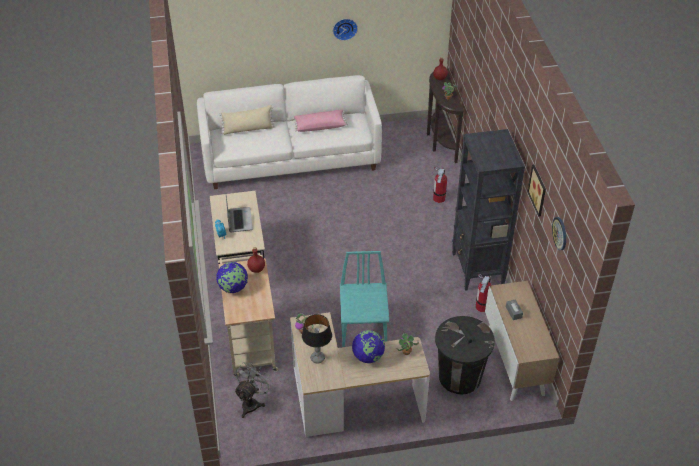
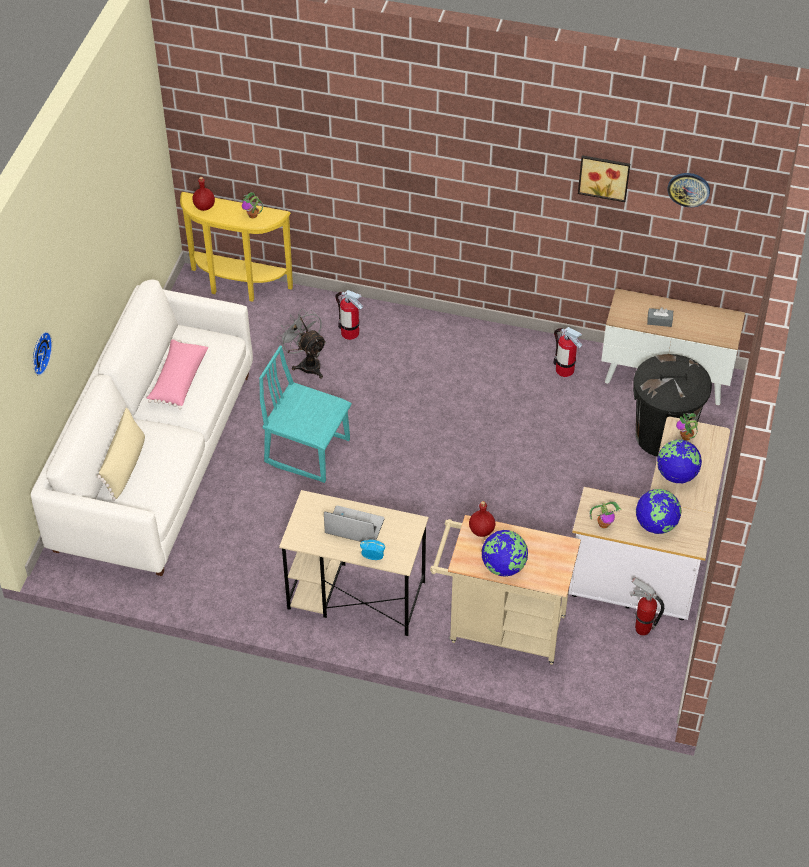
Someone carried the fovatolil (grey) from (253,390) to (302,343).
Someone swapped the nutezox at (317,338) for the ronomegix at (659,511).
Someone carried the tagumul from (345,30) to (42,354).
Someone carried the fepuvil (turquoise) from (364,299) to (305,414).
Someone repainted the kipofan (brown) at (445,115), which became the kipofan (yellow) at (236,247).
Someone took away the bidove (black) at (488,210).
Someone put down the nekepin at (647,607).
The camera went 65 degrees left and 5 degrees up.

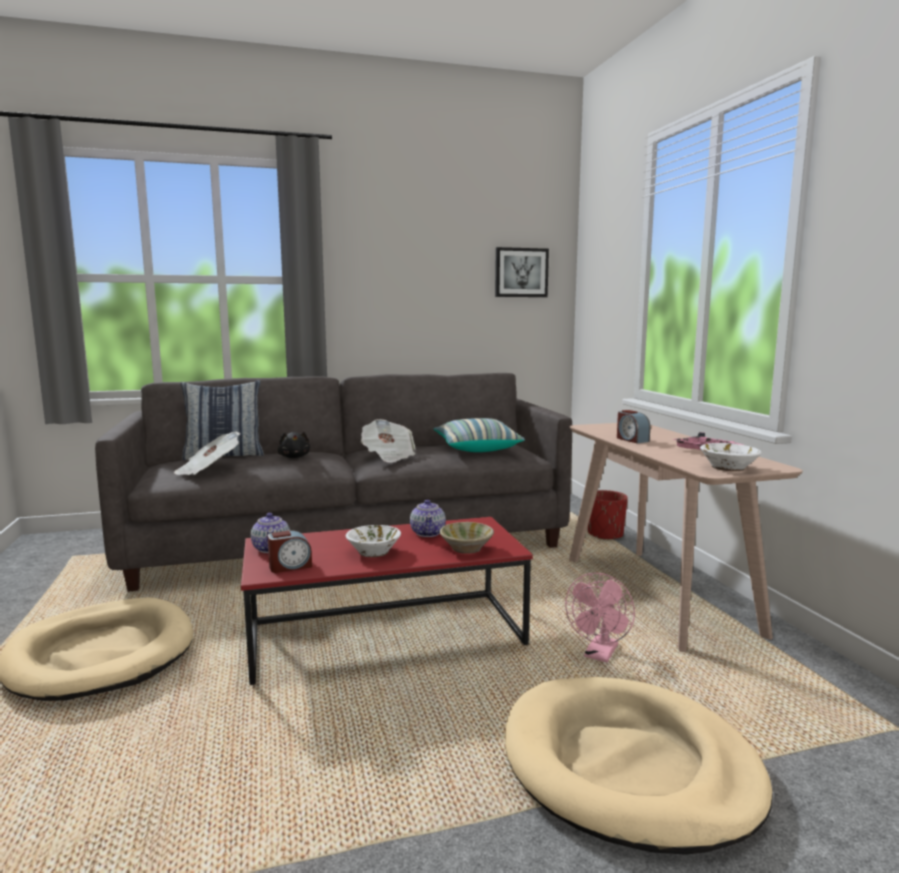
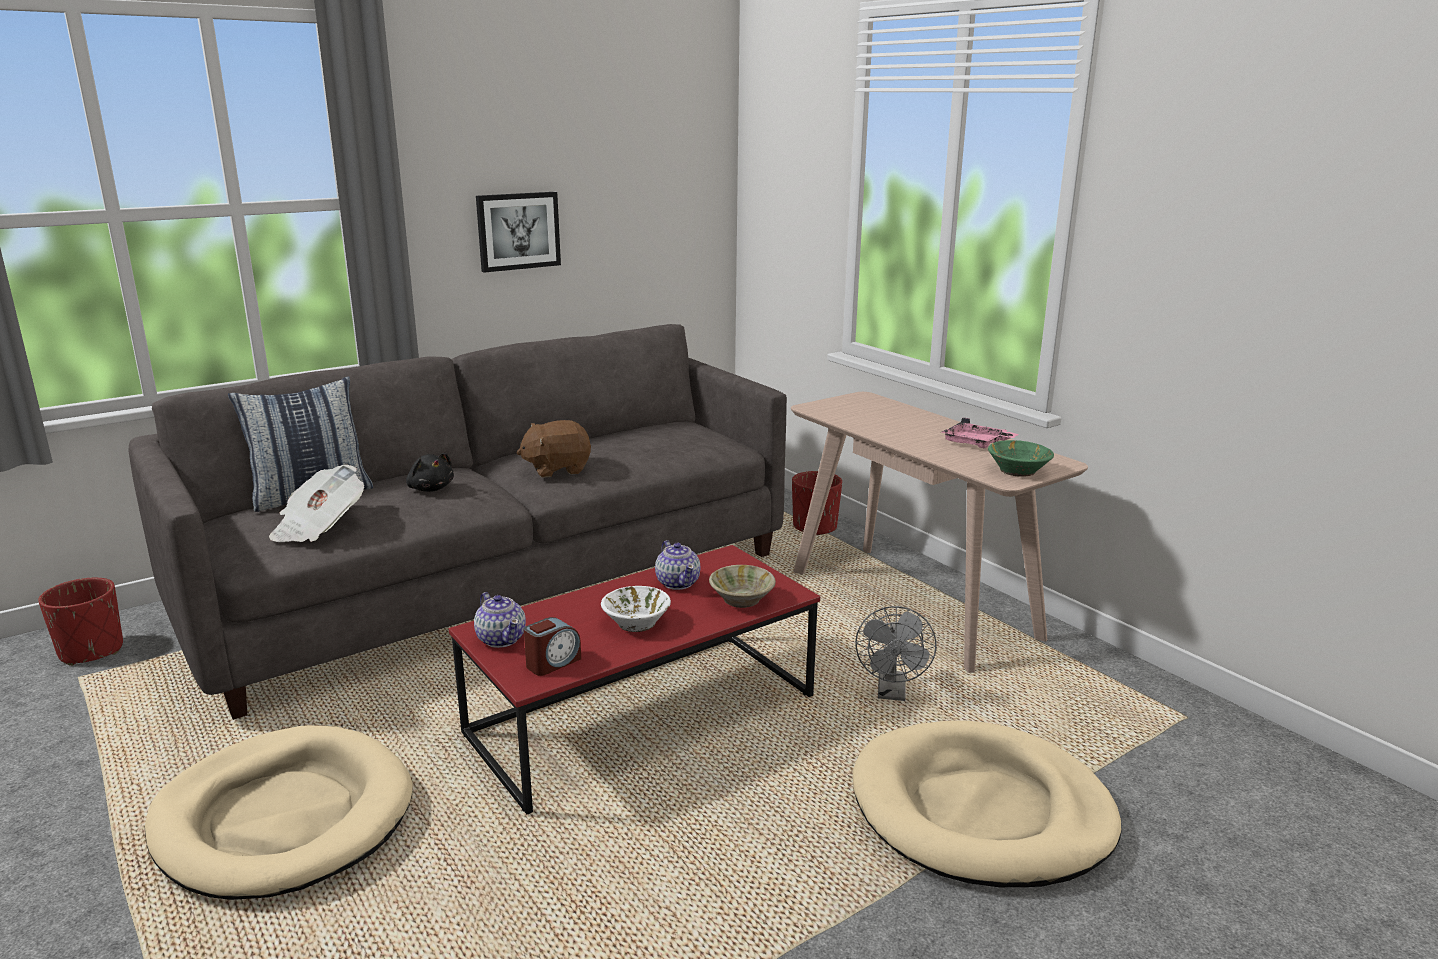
Someone swapped the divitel at (388,441) for the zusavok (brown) at (554,449).
Someone took away the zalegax at (479,435).
Someone carried the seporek from (522,272) to (518,232).
Someone repainted the fovatolil (pink) at (600,618), which became the fovatolil (grey) at (896,653).
Someone took away the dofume at (633,426).
Someone repainted the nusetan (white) at (731,457), which became the nusetan (green) at (1021,458).
Someone put down the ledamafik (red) at (80,621).
The camera went 20 degrees left and 10 degrees up.

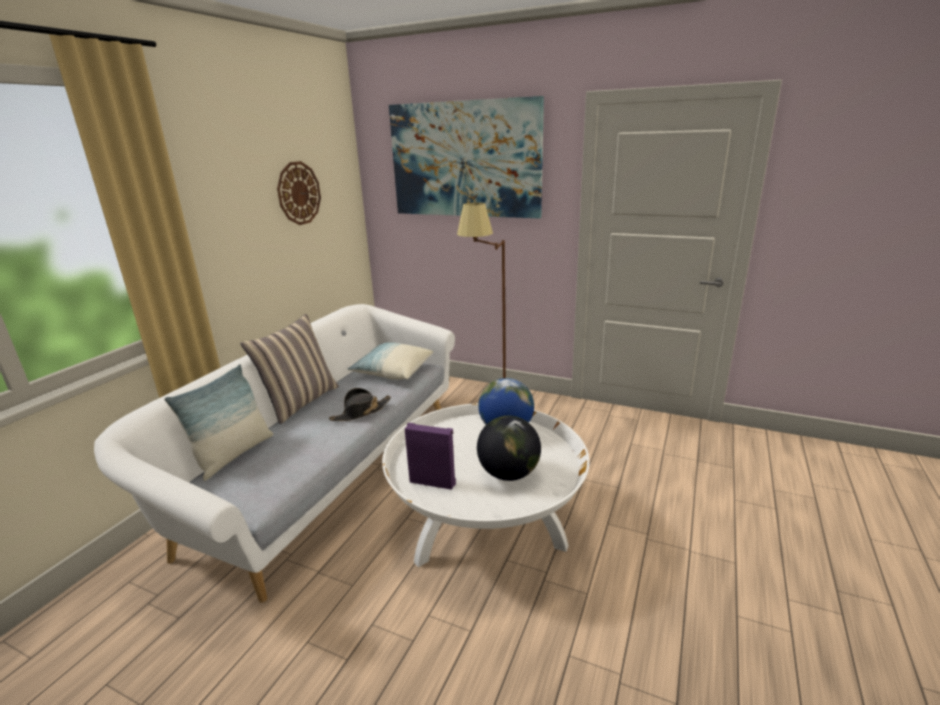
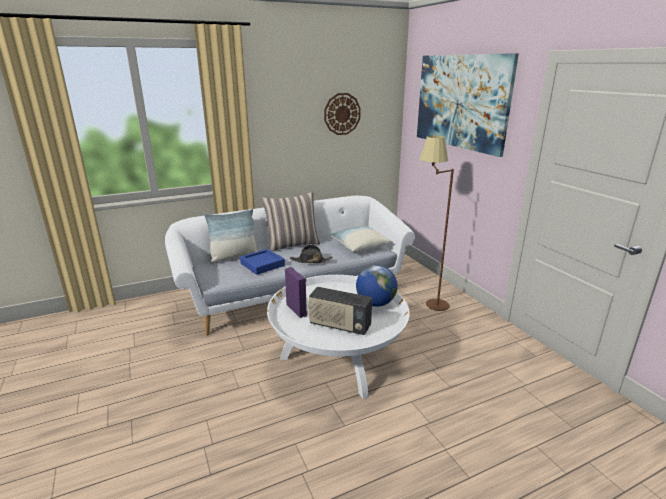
Someone swapped the ronomegix at (509,448) for the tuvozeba at (340,311).
Someone put down the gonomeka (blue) at (262,262).
The camera went 40 degrees right and 0 degrees up.

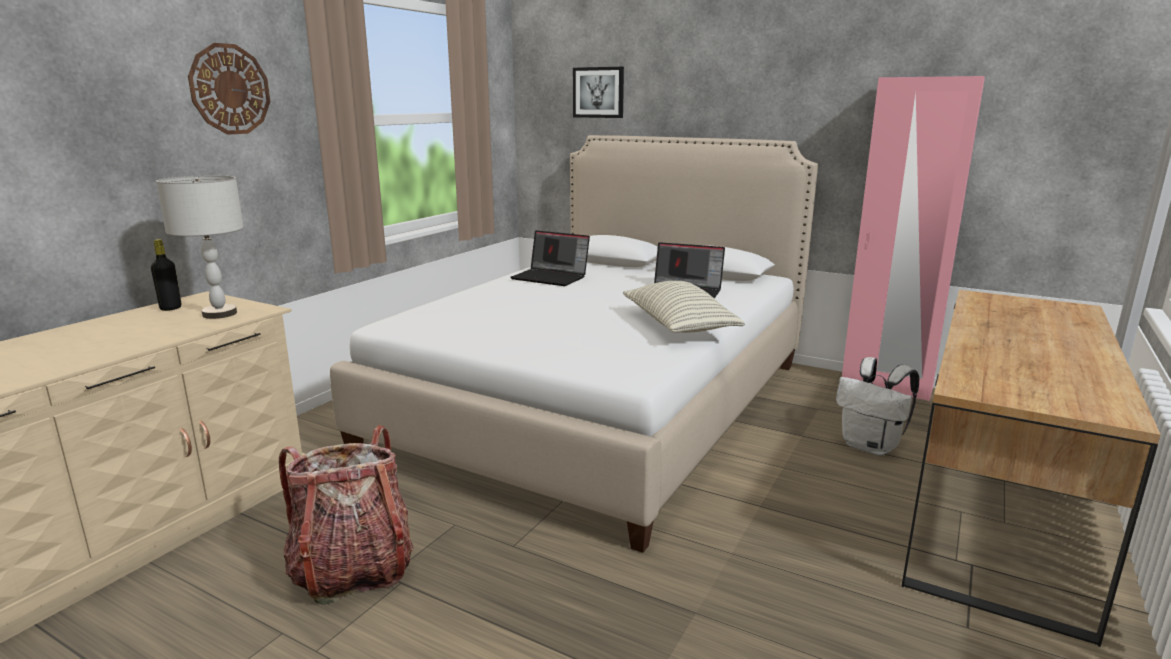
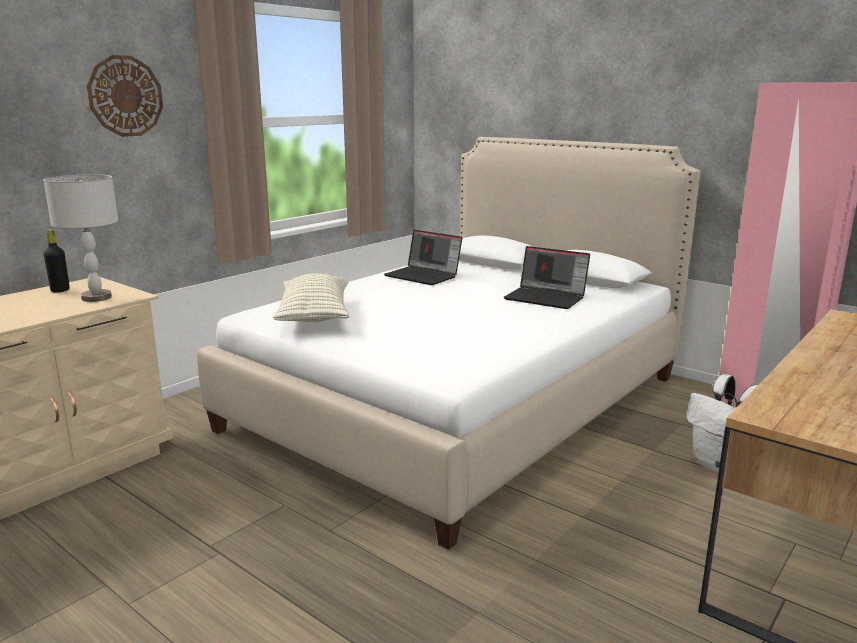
Someone took away the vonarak at (346,515).
Someone took away the seporek at (598,92).
Someone carried the zalegax from (684,307) to (311,297).
The camera went 10 degrees right and 0 degrees up.

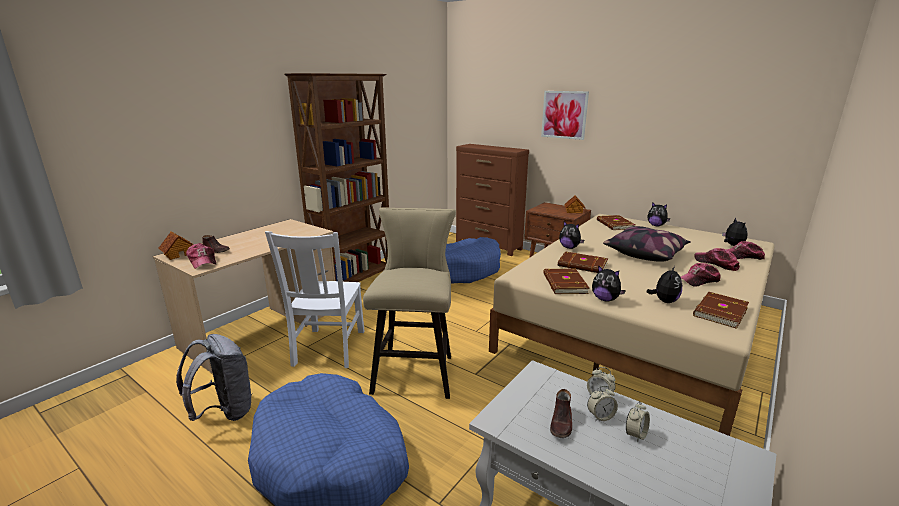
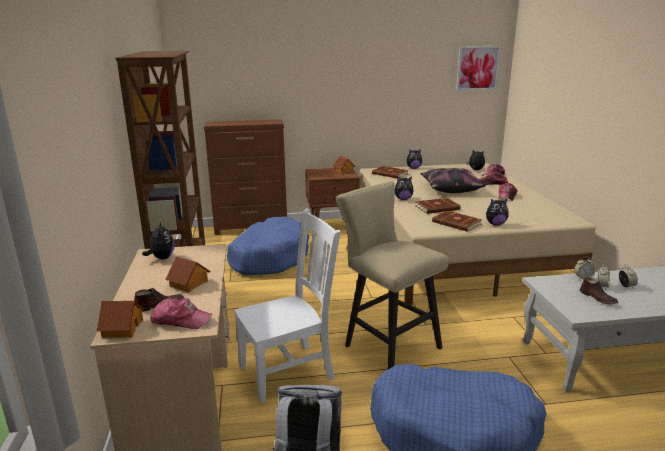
Someone rotated the fepuvil (white) at (314,299) by 75 degrees counterclockwise.
Someone carried the seporek from (565,115) to (478,68).
Someone carried the zusavok from (664,284) to (158,240).
Someone took away the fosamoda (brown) at (721,310).
Someone put down the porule at (188,274).
The camera went 45 degrees left and 0 degrees up.

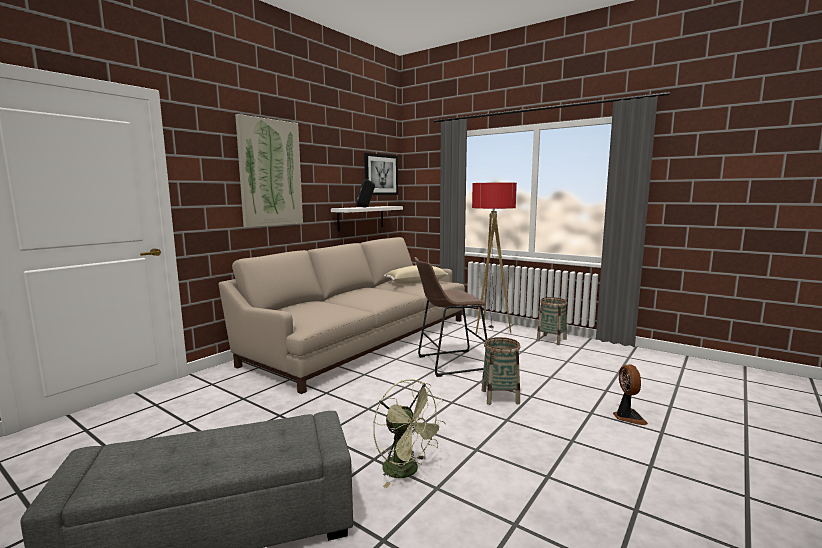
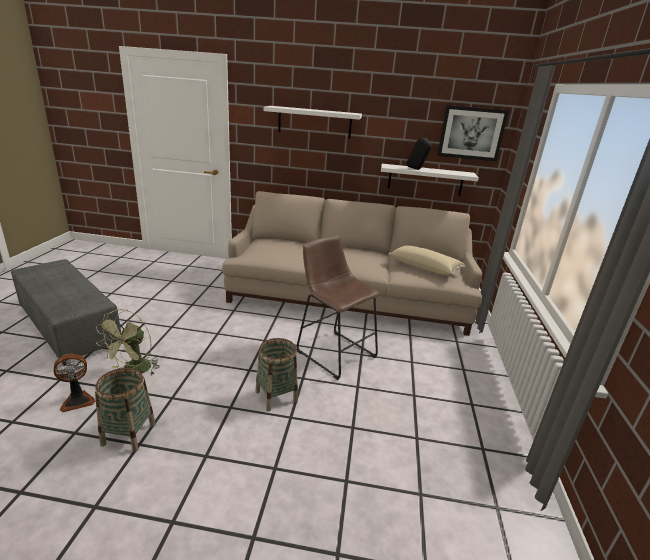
Someone swapped the seporek at (269,171) for the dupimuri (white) at (313,122).
Someone took away the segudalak at (494,258).
Someone carried the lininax from (551,321) to (125,410).
Someone carried the fovatolil from (630,394) to (74,383).
The camera went 60 degrees right and 15 degrees up.

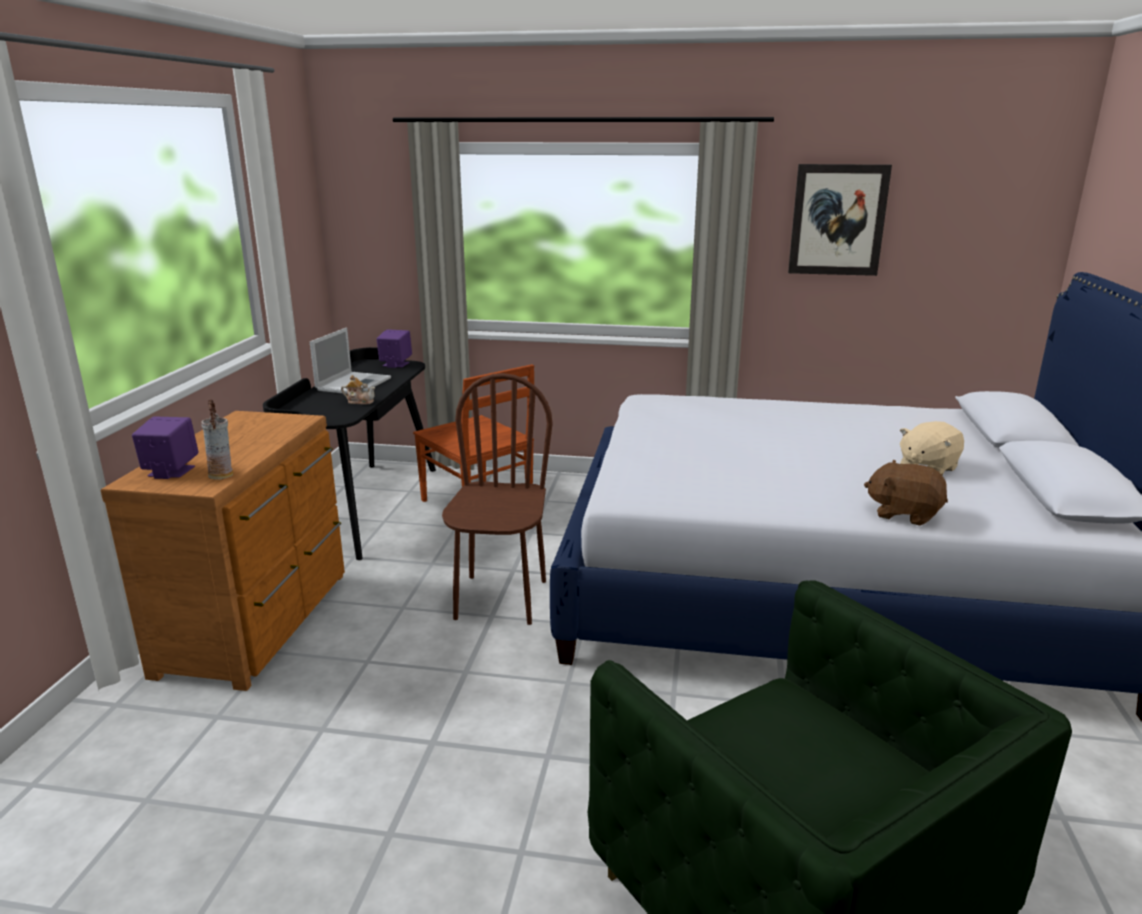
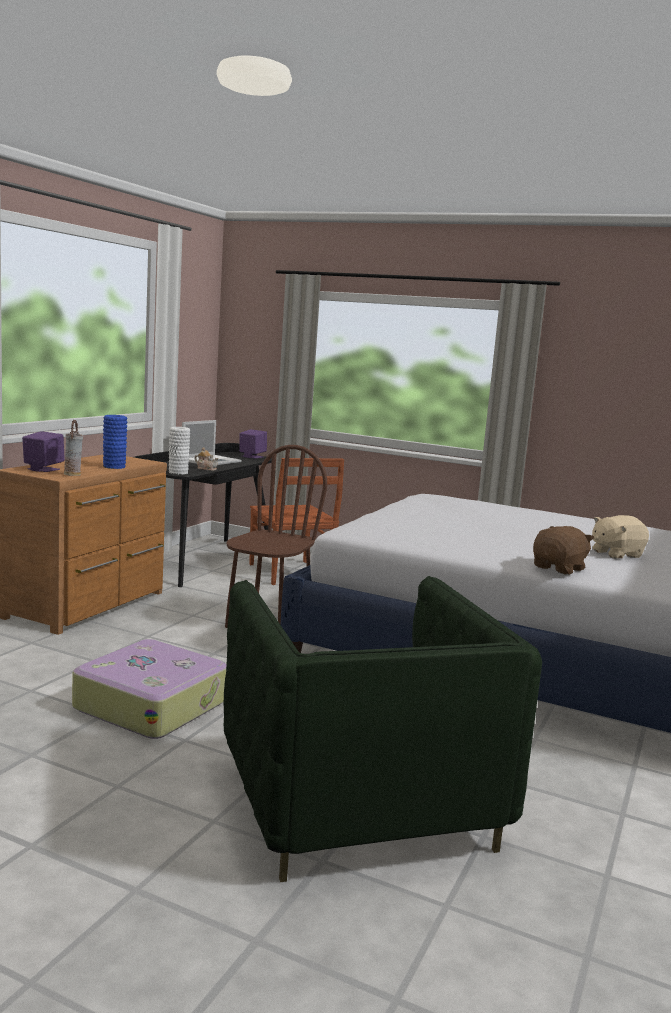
Someone took away the seporek at (840,220).
Someone rotated the zusavok (brown) at (906,493) by 90 degrees clockwise.
Someone put down the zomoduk at (149,689).
Someone put down the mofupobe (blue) at (115,442).
Someone put down the mofupobe (white) at (179,451).
The camera went 15 degrees right and 10 degrees down.

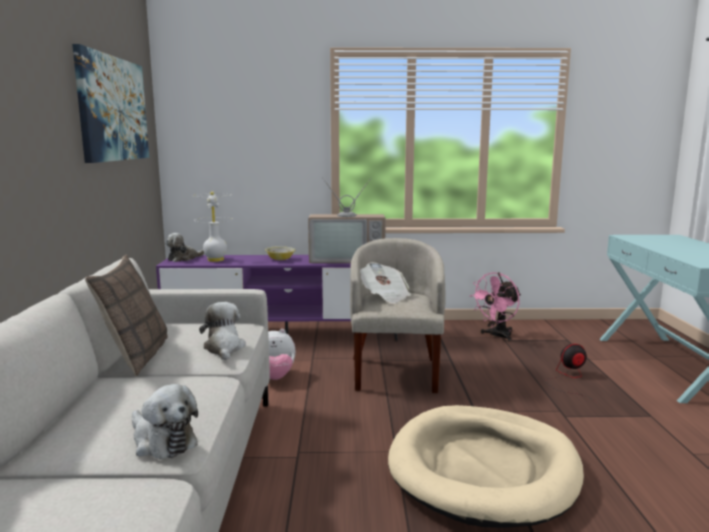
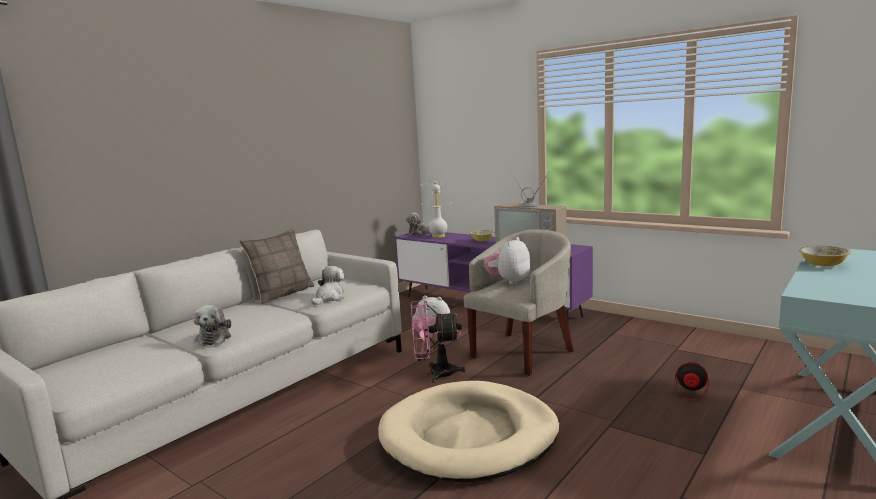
Someone took away the seporek at (110,103).
Someone swapped the divitel at (385,283) for the zusavok at (507,261).
Someone carried the fovatolil (pink) from (495,306) to (438,341).
Someone put down the nusetan at (825,255).
The camera went 40 degrees right and 0 degrees up.

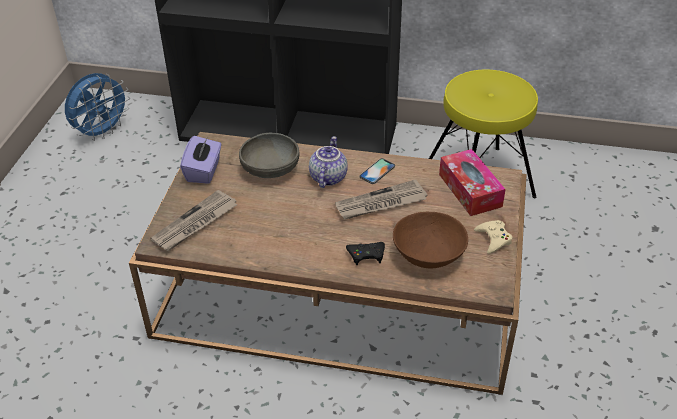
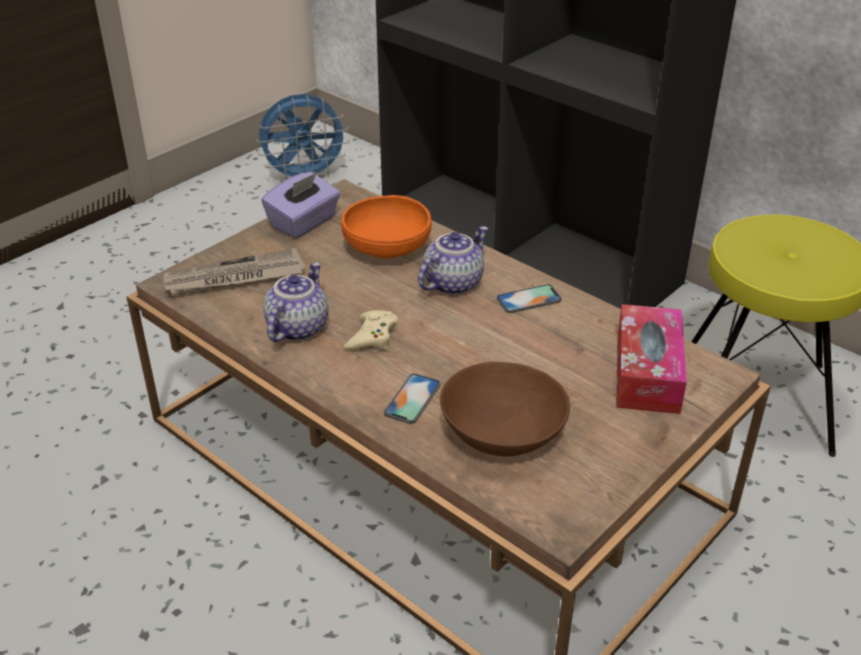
Someone repainted the nusetan (grey) at (269,155), which became the nusetan (orange) at (386,227).
Someone took away the divitel at (381,200).
Someone swapped the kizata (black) at (365,253) for the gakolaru at (412,398).
Someone carried the kizata (beige) from (493,237) to (370,330).
Someone put down the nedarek at (295,302).
The camera went 30 degrees right and 5 degrees down.

